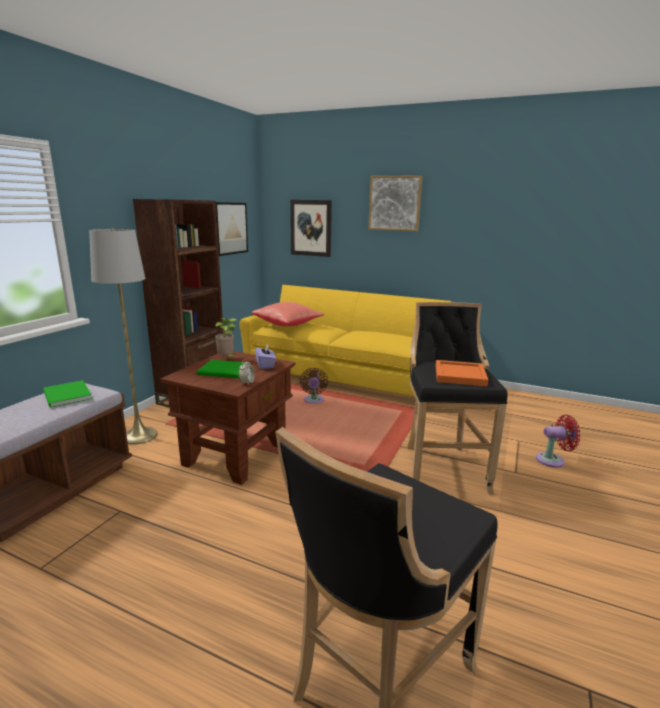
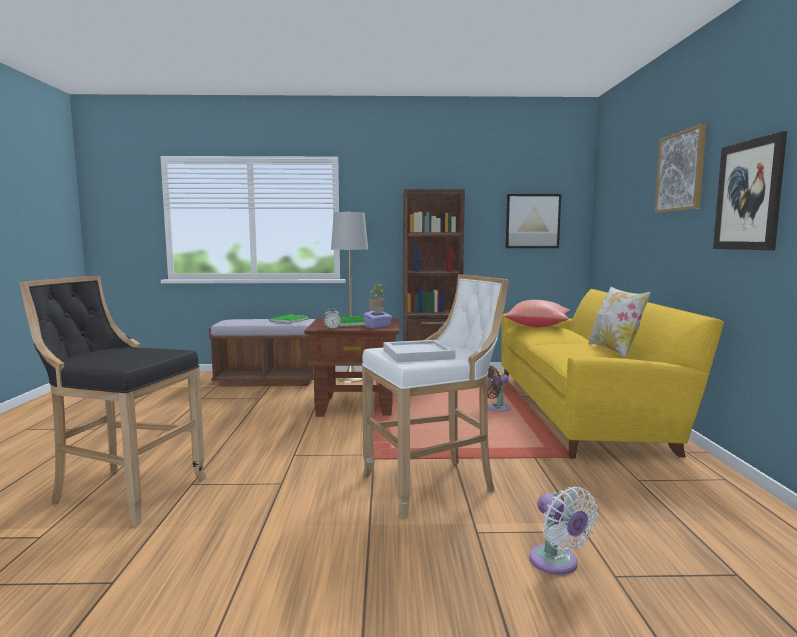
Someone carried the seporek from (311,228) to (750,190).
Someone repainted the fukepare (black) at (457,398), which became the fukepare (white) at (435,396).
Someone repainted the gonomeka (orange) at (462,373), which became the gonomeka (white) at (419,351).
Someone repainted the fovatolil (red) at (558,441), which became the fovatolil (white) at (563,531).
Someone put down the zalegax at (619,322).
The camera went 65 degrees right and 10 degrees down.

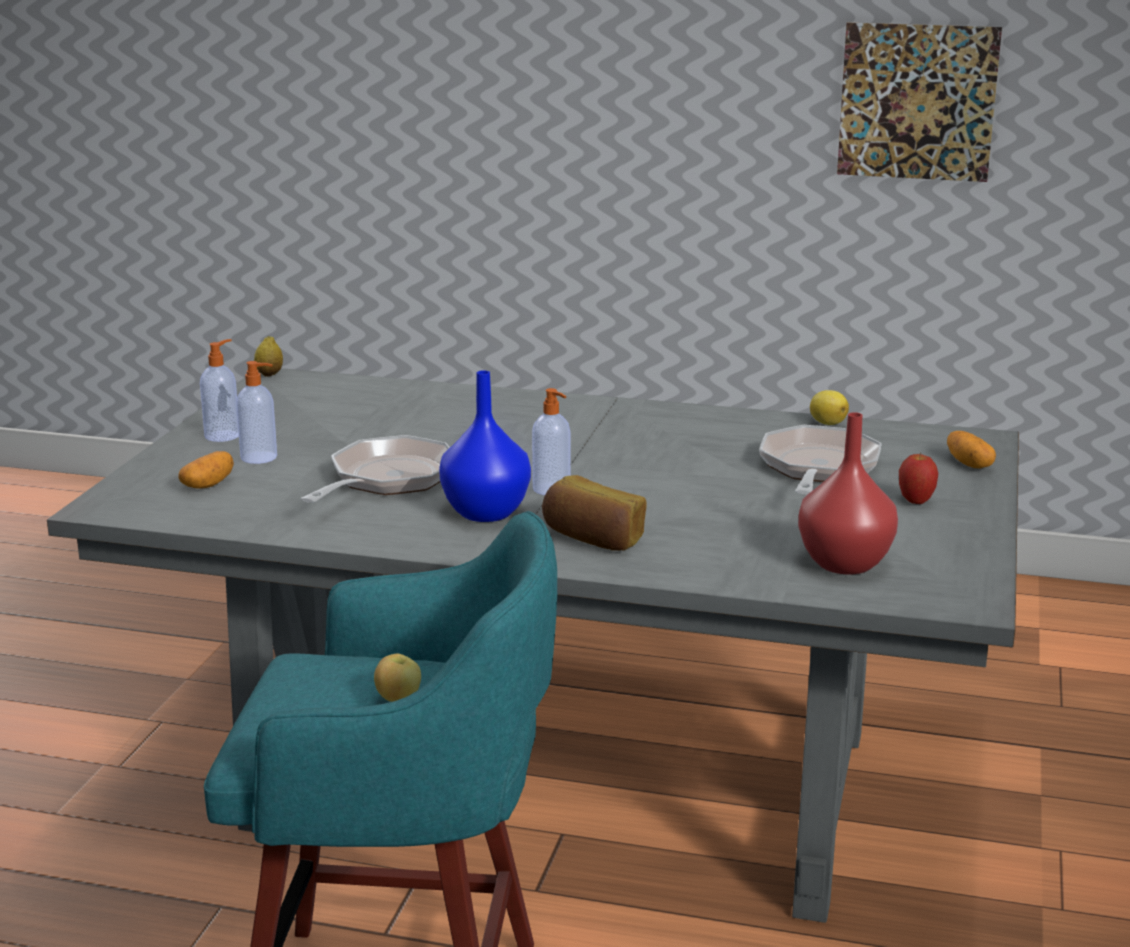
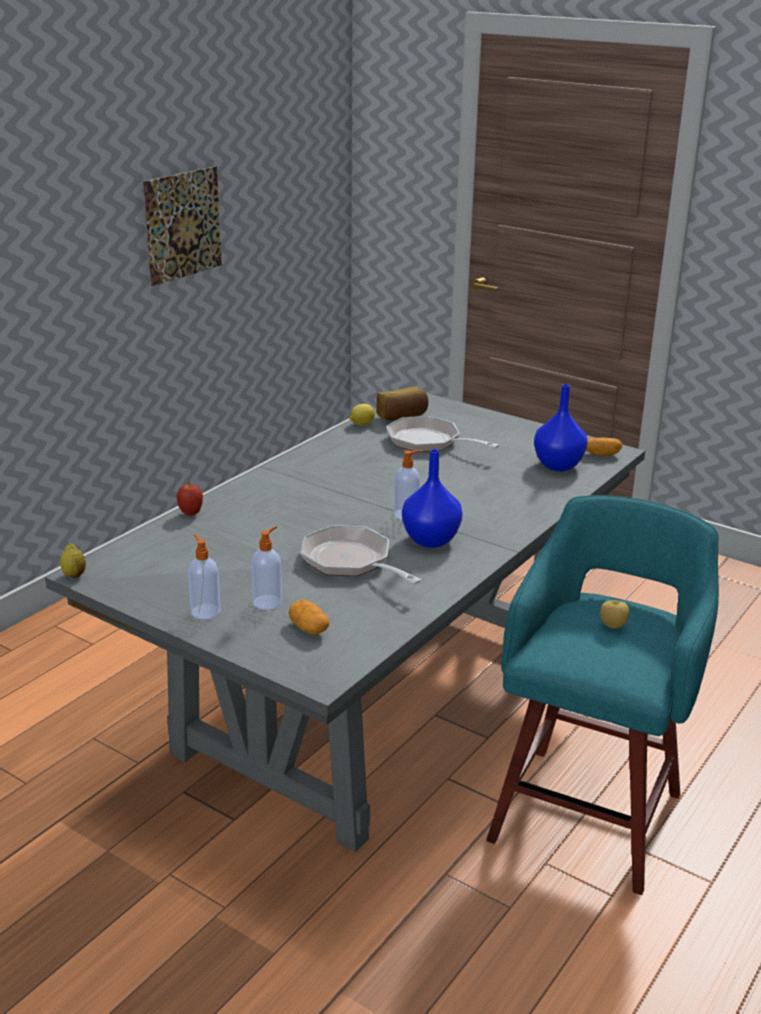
Someone carried the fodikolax from (594,513) to (402,404).
Someone repainted the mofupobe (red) at (848,493), which became the mofupobe (blue) at (561,427).
Someone carried the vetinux from (918,478) to (190,500).
Someone carried the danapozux from (971,449) to (604,446).
The camera went 70 degrees left and 5 degrees up.

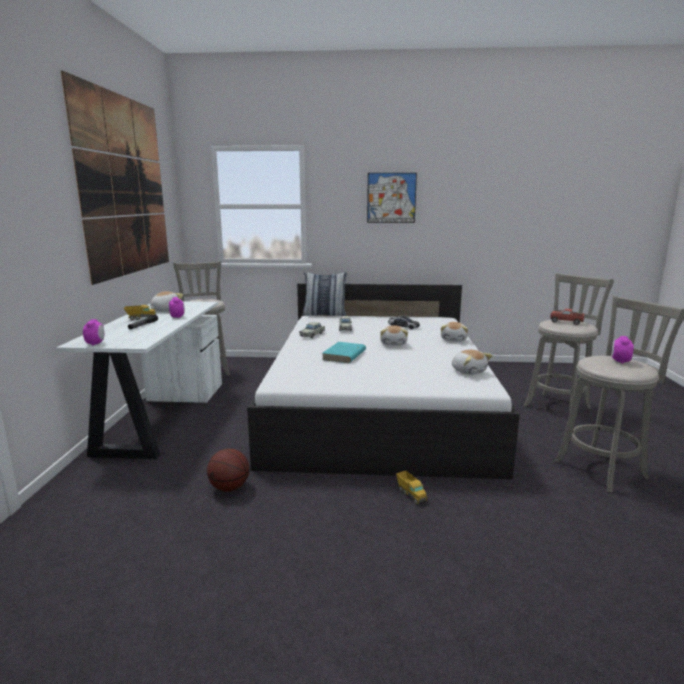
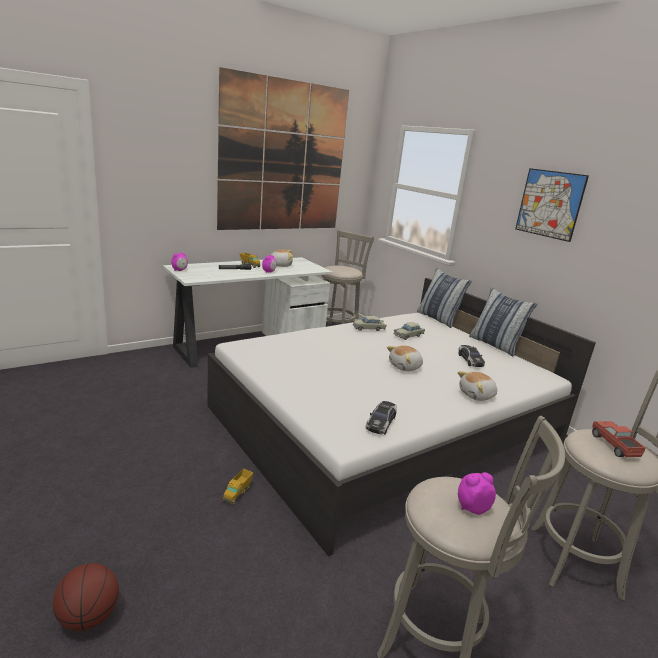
Someone carried the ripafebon from (228,470) to (86,597).
Someone took away the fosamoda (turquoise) at (344,352).
Someone swapped the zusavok at (472,362) for the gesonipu at (381,417).
Someone put down the zalegax at (503,321).
The camera went 50 degrees right and 5 degrees up.

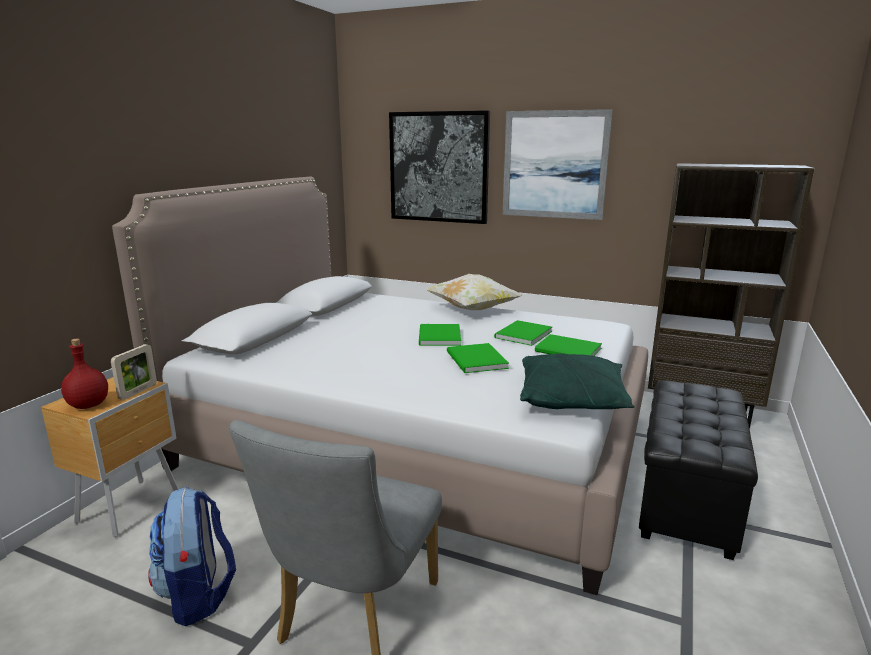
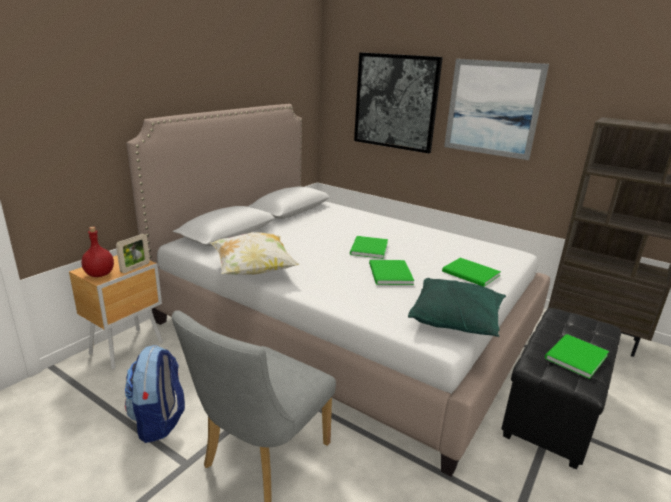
Someone carried the zalegax from (474,292) to (255,253).
Someone carried the fosamoda (green) from (523,333) to (577,356).
The camera went 10 degrees right and 5 degrees up.

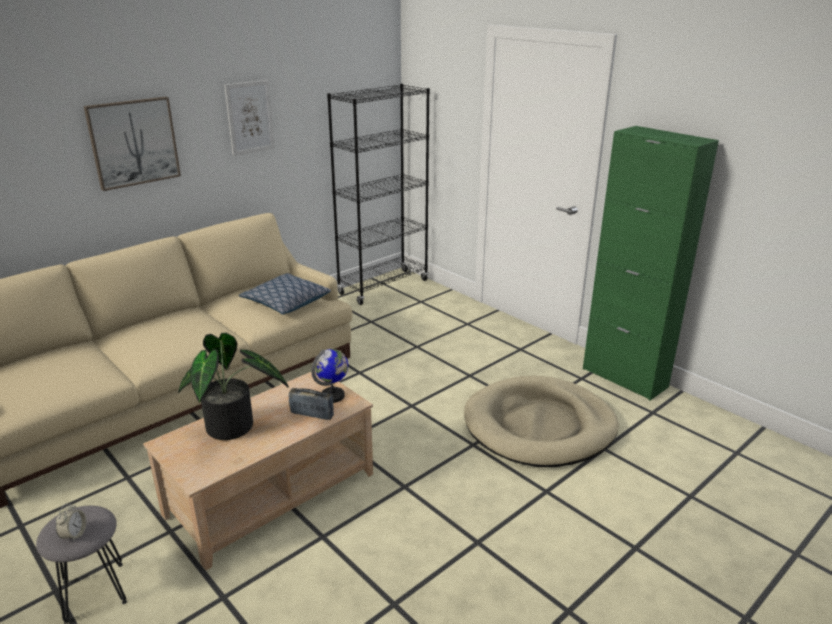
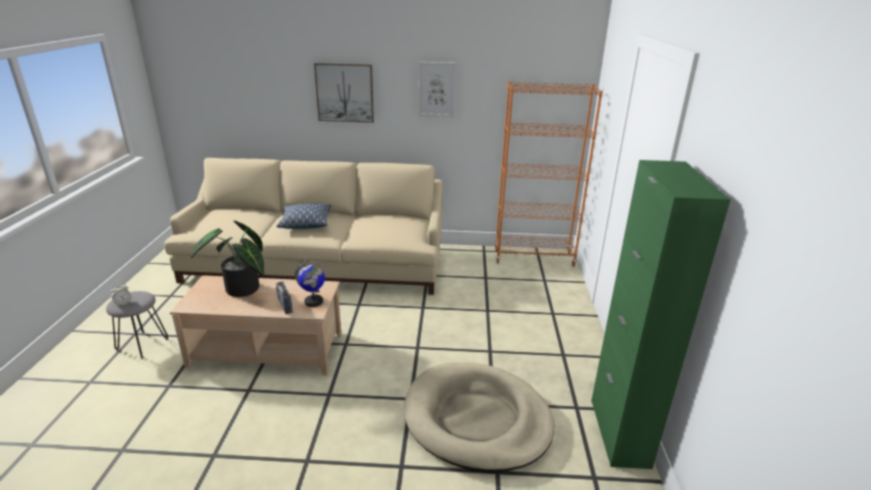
Someone carried the zalegax from (285,294) to (303,216).
Someone repainted the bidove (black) at (378,194), which became the bidove (orange) at (549,174).
The camera went 45 degrees right and 0 degrees up.

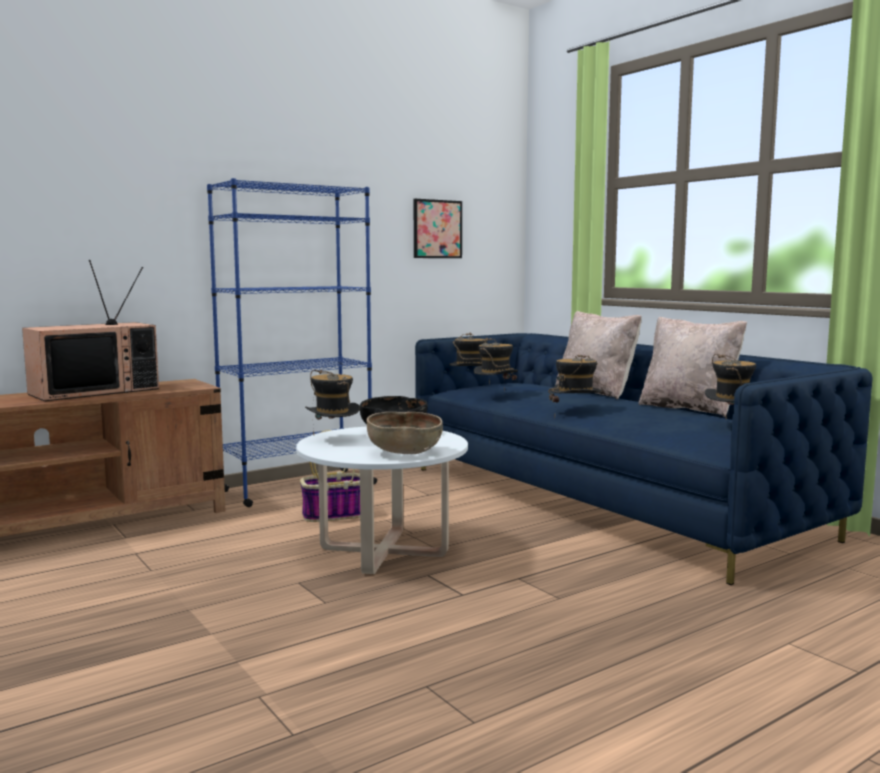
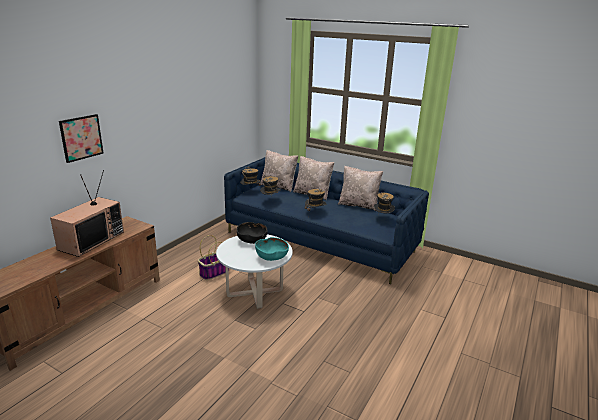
Someone took away the bidove (blue) at (292,342).
Someone took away the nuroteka at (332,402).
Someone repainted the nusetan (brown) at (405,433), which became the nusetan (turquoise) at (272,249).
Someone carried the seporek from (438,228) to (81,138).
Someone put down the zalegax (beige) at (279,171).
The camera went 25 degrees left and 15 degrees up.

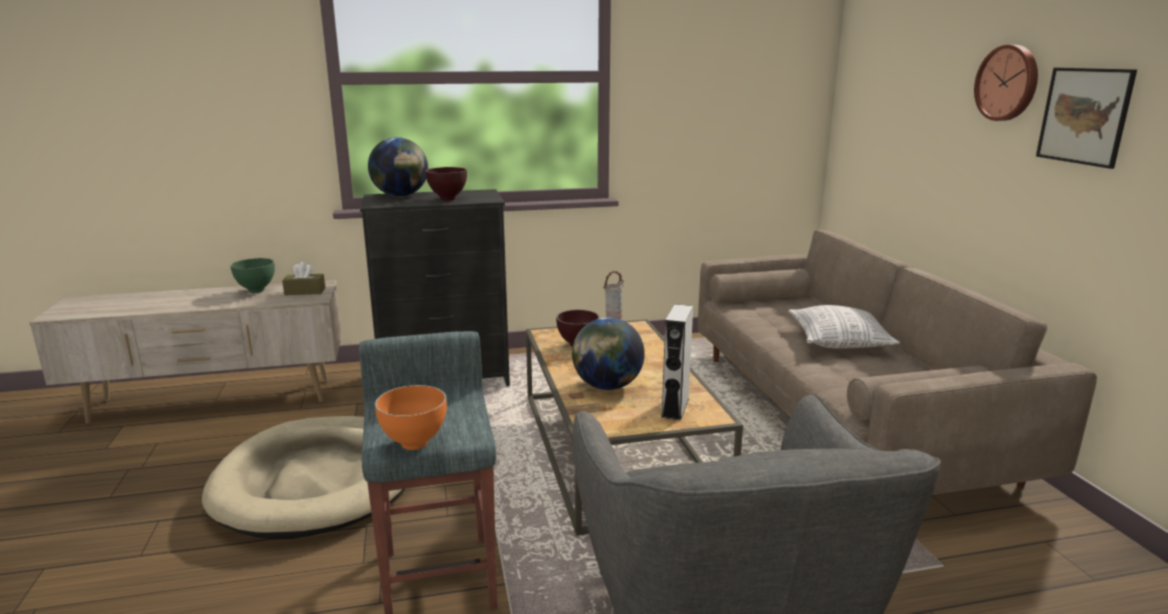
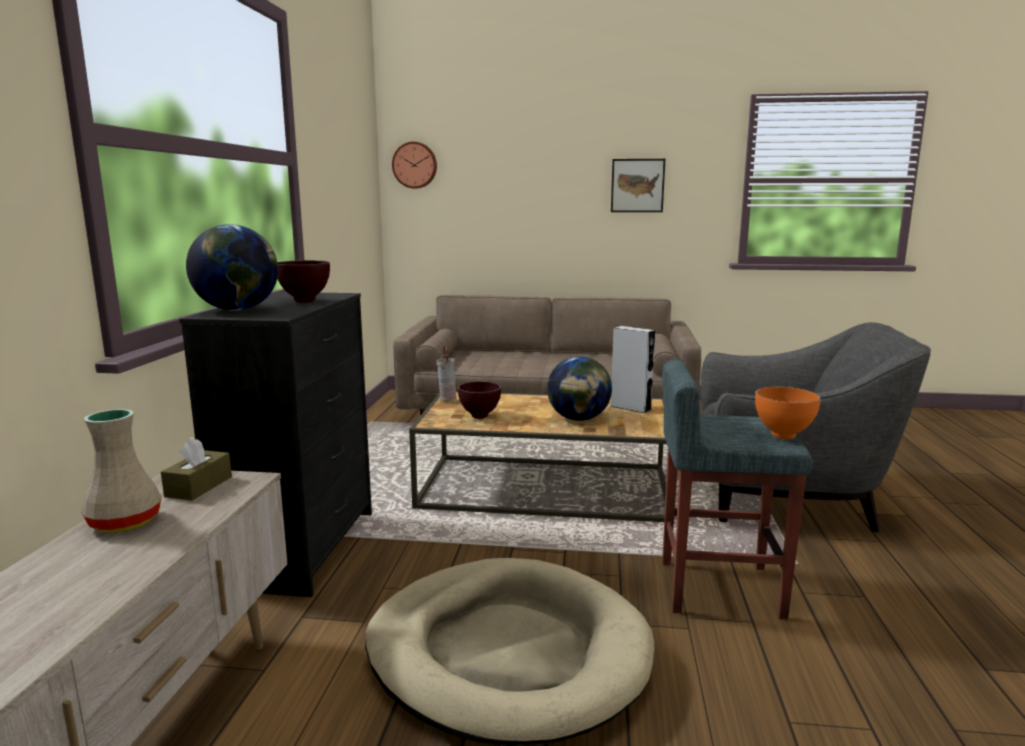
Someone swapped the nusetan (green) at (253,275) for the mofupobe (beige) at (121,470).
Someone took away the zalegax at (844,327).
Someone carried the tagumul from (1006,83) to (414,165).
The camera went 70 degrees left and 5 degrees down.

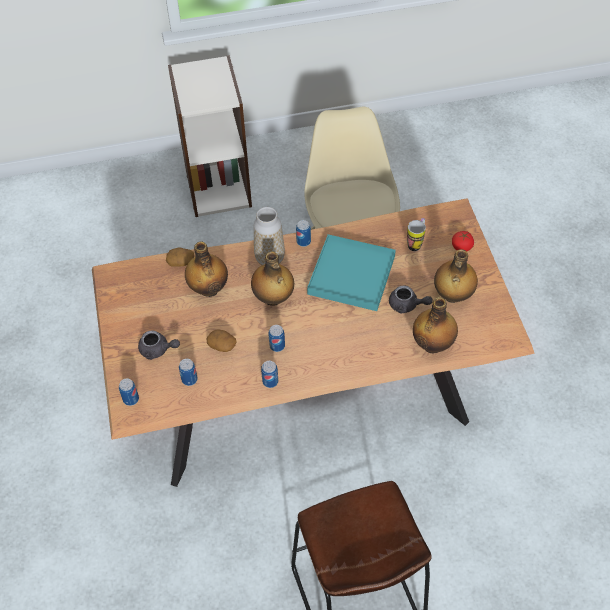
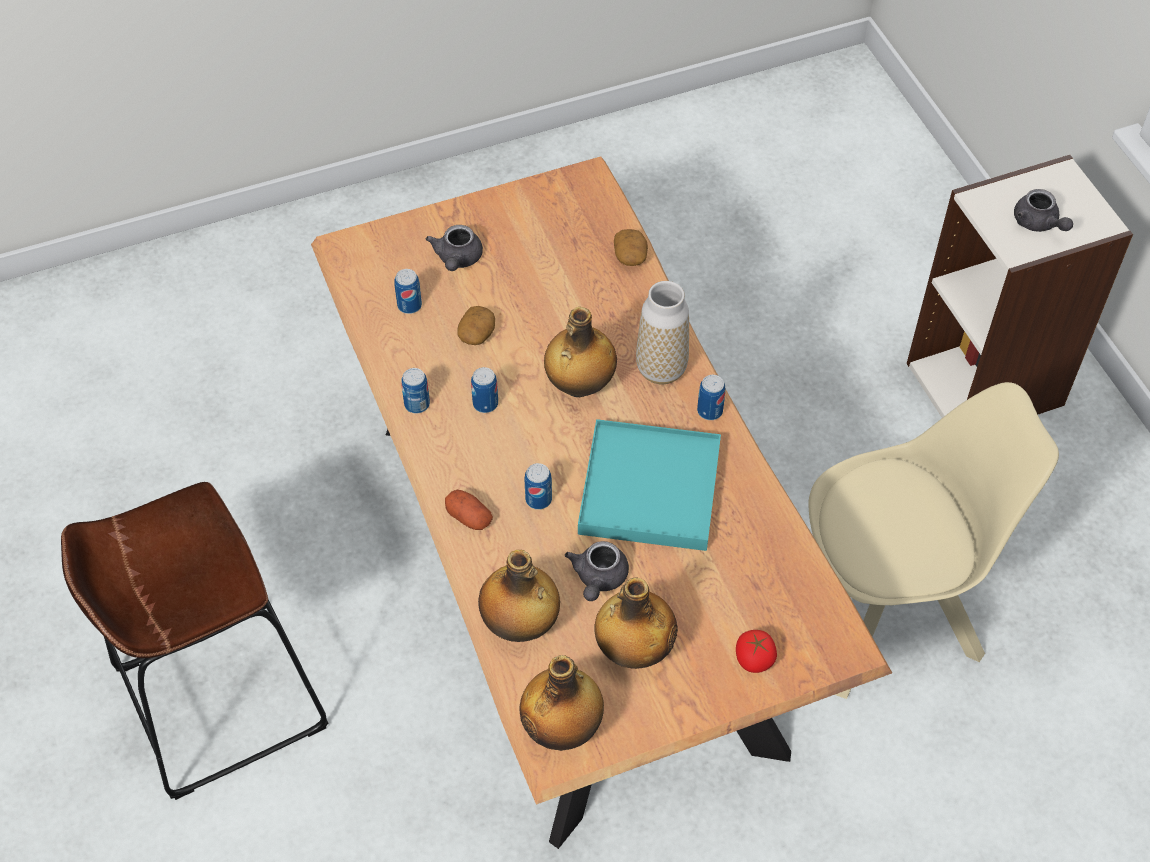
Someone carried the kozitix from (129,392) to (538,486).
Someone carried the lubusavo from (206,269) to (561,703).
Someone took away the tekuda at (416,234).
Someone put down the danapozux at (469,510).
Someone put down the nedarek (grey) at (1043,210).
The camera went 80 degrees right and 0 degrees up.

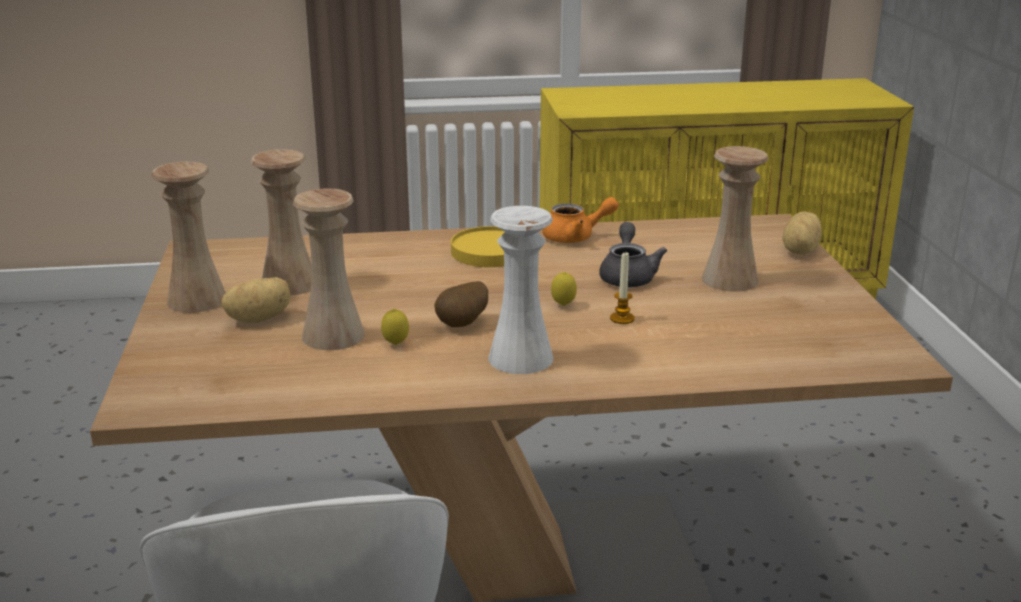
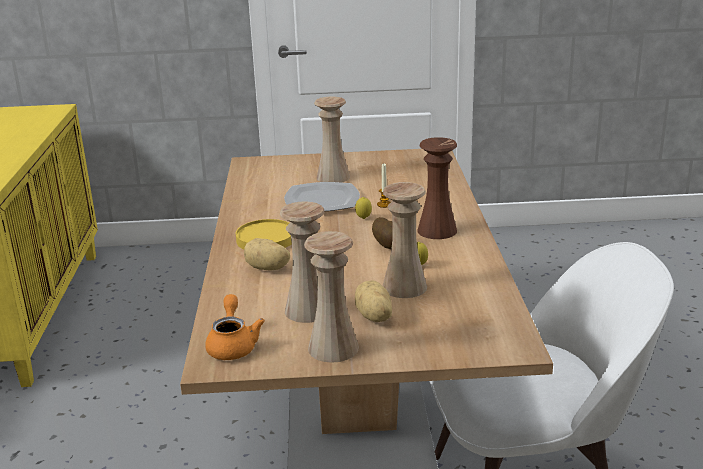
Someone repainted the mofupobe (white) at (520,290), which became the mofupobe (brown) at (437,188).
Someone carried the nedarek (orange) from (580,220) to (235,327).
Someone swapped the nedarek (grey) at (633,254) for the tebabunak at (322,196).
Someone carried the danapozux from (802,233) to (267,254).
The camera went 85 degrees left and 0 degrees up.

